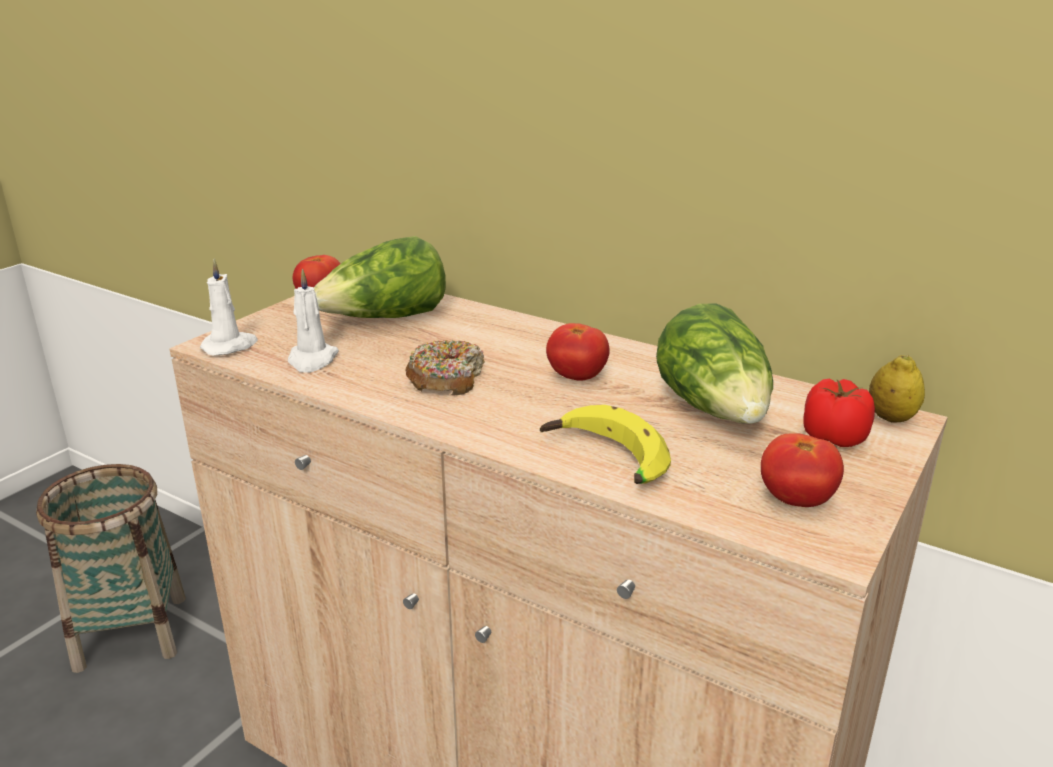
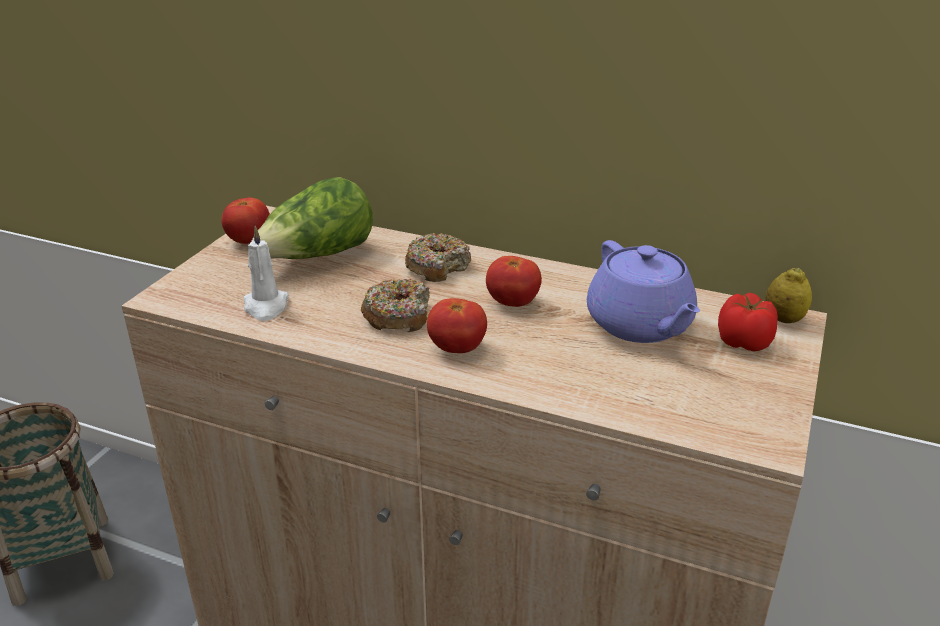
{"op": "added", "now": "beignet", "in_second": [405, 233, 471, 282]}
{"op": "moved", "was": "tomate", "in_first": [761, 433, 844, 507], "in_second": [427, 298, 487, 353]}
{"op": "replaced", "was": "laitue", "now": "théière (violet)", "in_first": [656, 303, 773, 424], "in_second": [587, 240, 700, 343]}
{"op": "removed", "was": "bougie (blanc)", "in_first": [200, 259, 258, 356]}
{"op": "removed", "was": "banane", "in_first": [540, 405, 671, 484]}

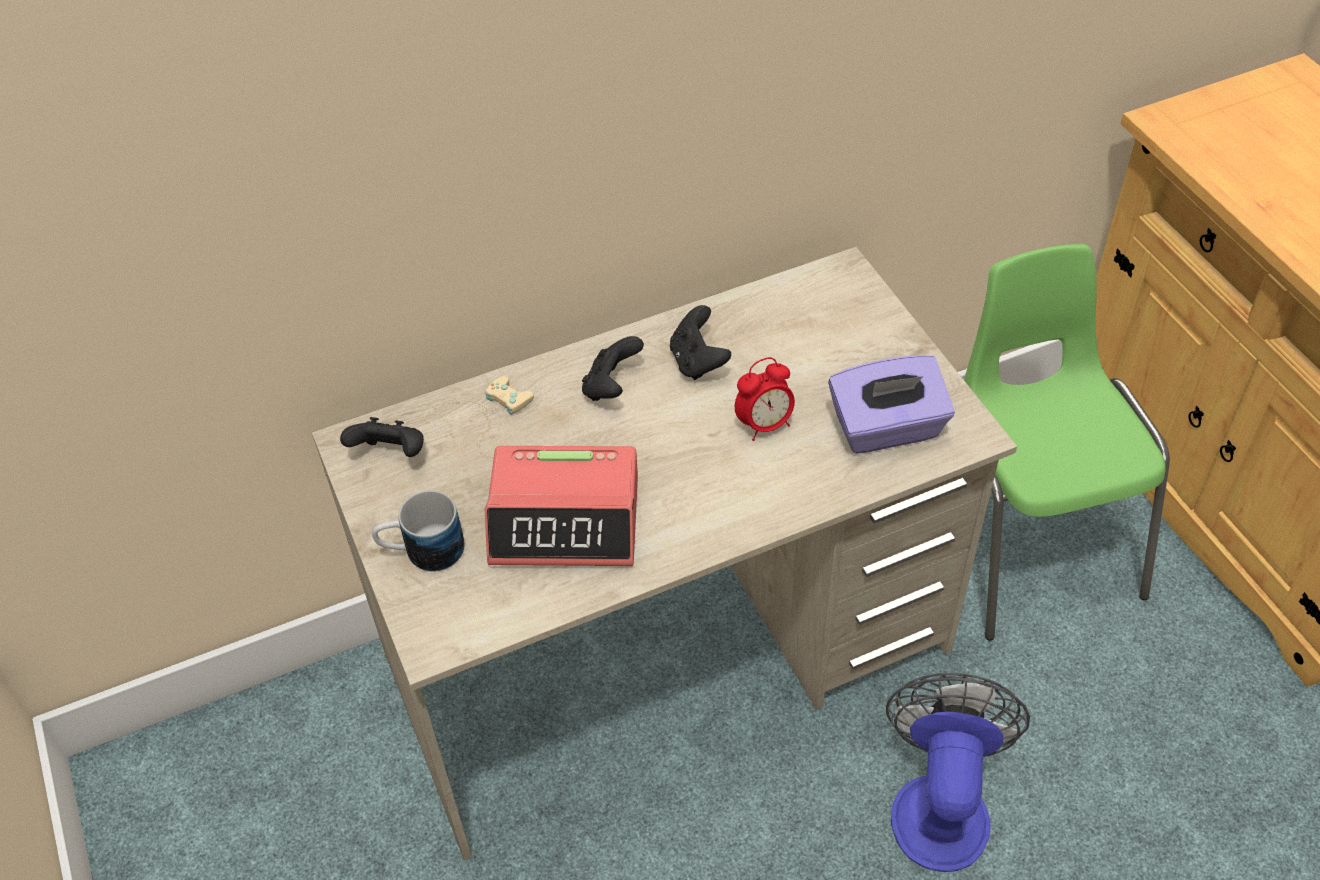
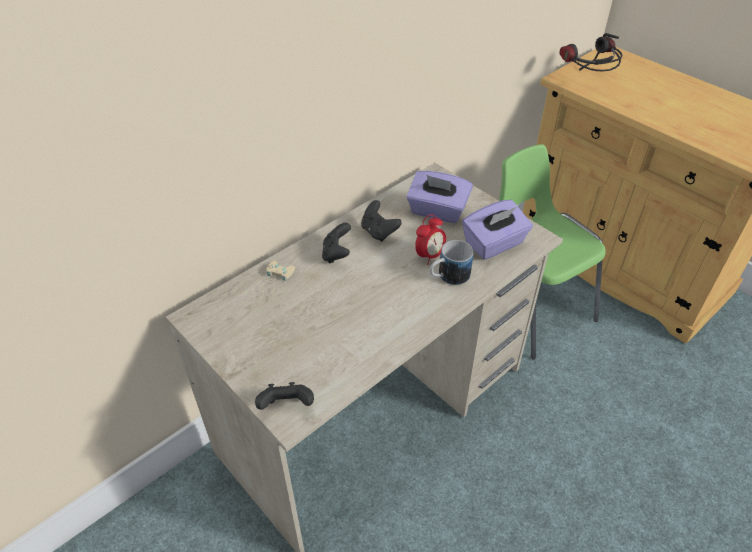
{"op": "moved", "was": "manette (noir)", "in_first": [340, 417, 424, 457], "in_second": [255, 382, 314, 410]}
{"op": "added", "now": "boîte à mouchoirs (violet)", "in_second": [407, 171, 473, 223]}
{"op": "moved", "was": "mug", "in_first": [372, 490, 465, 572], "in_second": [430, 240, 473, 285]}
{"op": "added", "now": "casque audio", "in_second": [559, 33, 623, 72]}
{"op": "removed", "was": "réveil", "in_first": [485, 446, 638, 566]}
{"op": "removed", "was": "ventilateur", "in_first": [886, 673, 1030, 872]}

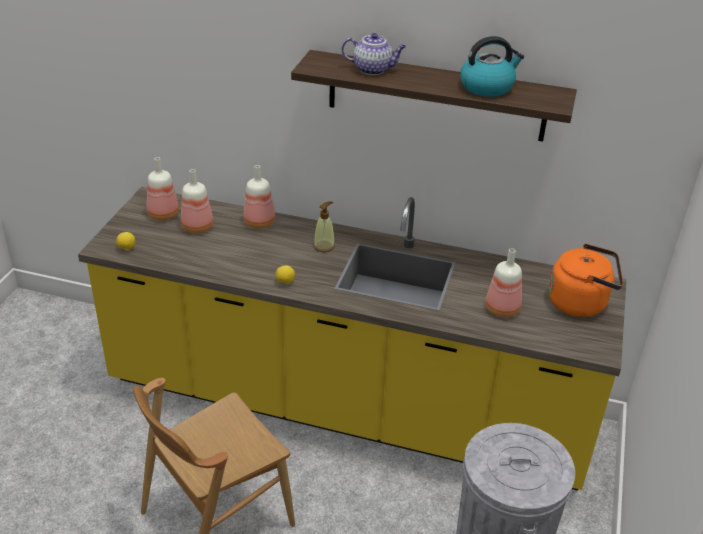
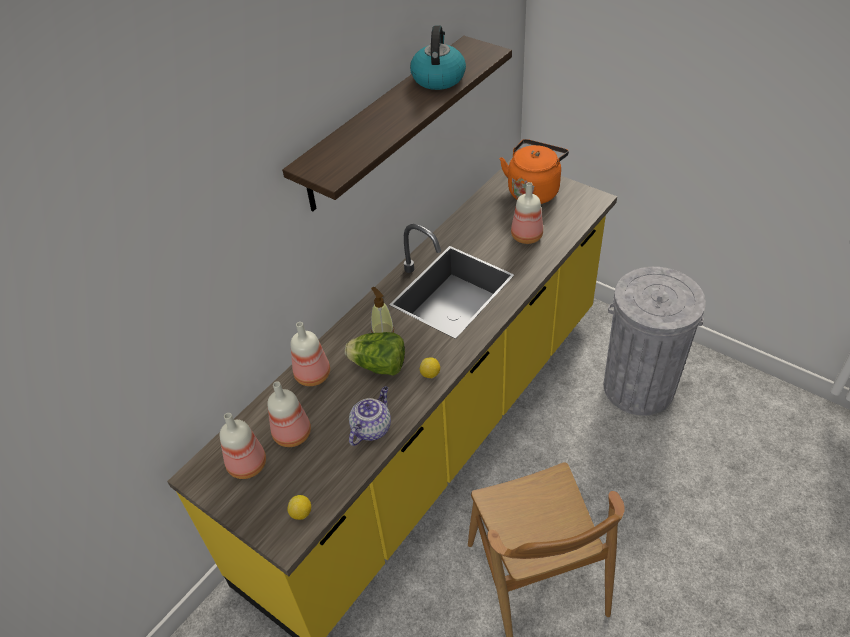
{"op": "added", "now": "laitue", "in_second": [345, 332, 405, 376]}
{"op": "moved", "was": "théière", "in_first": [341, 33, 406, 75], "in_second": [349, 386, 391, 446]}

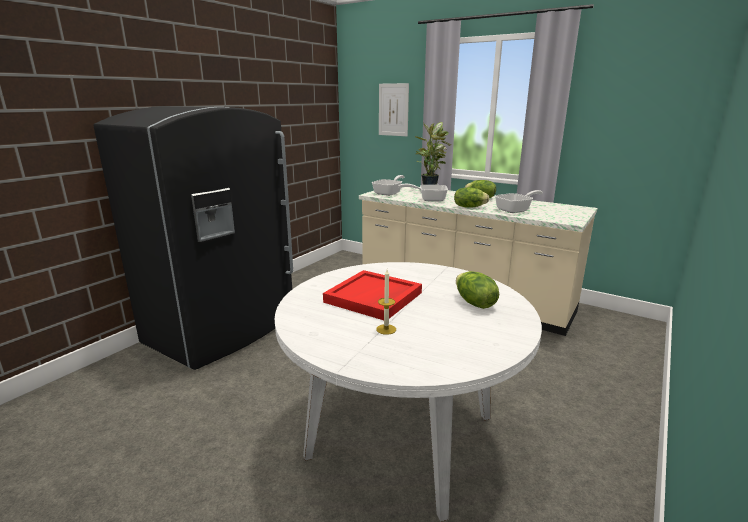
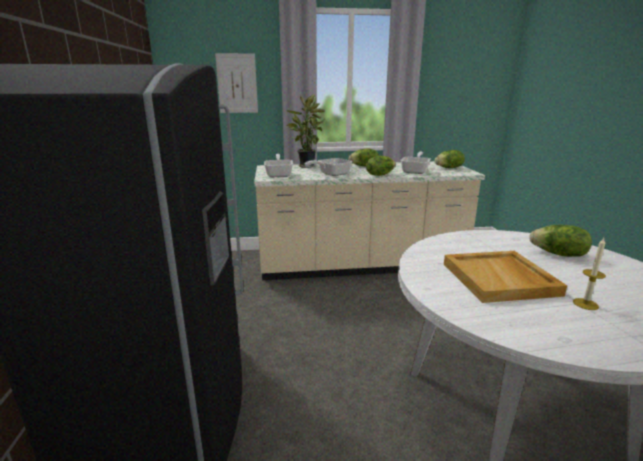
{"op": "added", "now": "laitue", "in_second": [434, 150, 465, 168]}
{"op": "recoloured", "was": "plateau (rouge)", "now": "plateau (beige)", "in_first": [323, 270, 422, 320], "in_second": [444, 251, 567, 303]}

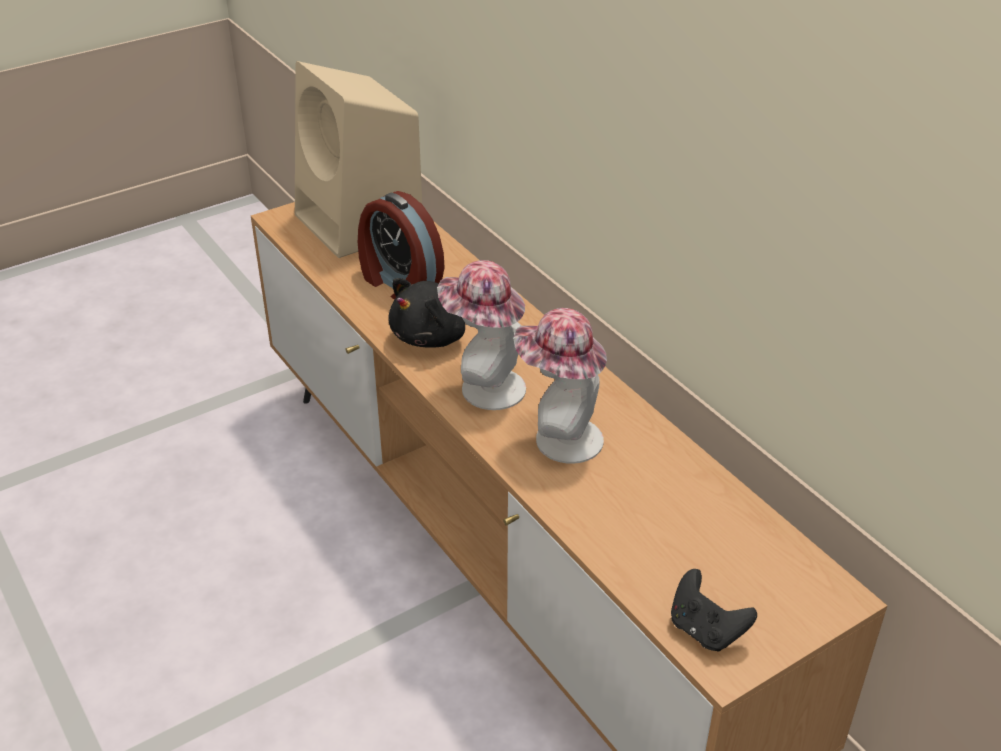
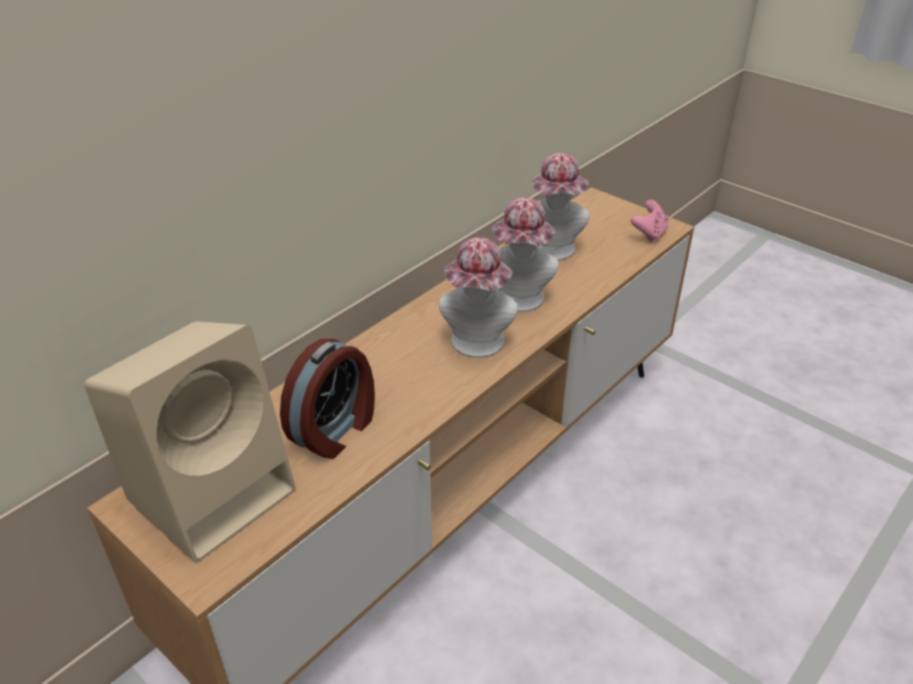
{"op": "added", "now": "chapeau", "in_second": [530, 153, 590, 261]}
{"op": "recoloured", "was": "manette (noir)", "now": "manette (rose)", "in_first": [671, 569, 757, 652], "in_second": [631, 200, 669, 242]}
{"op": "removed", "was": "peluche (noir)", "in_first": [388, 278, 466, 348]}

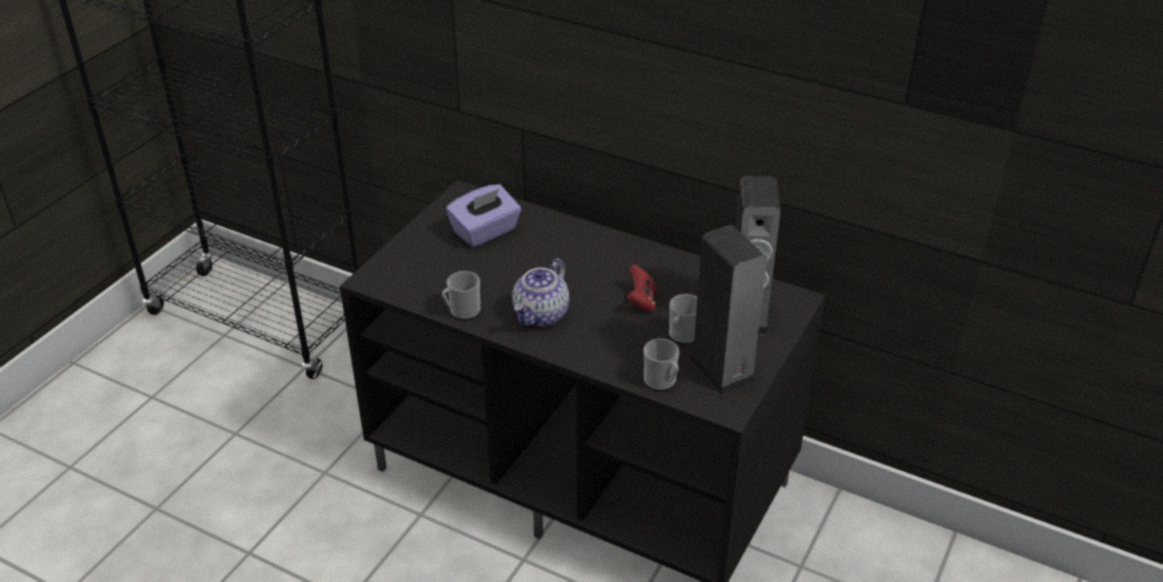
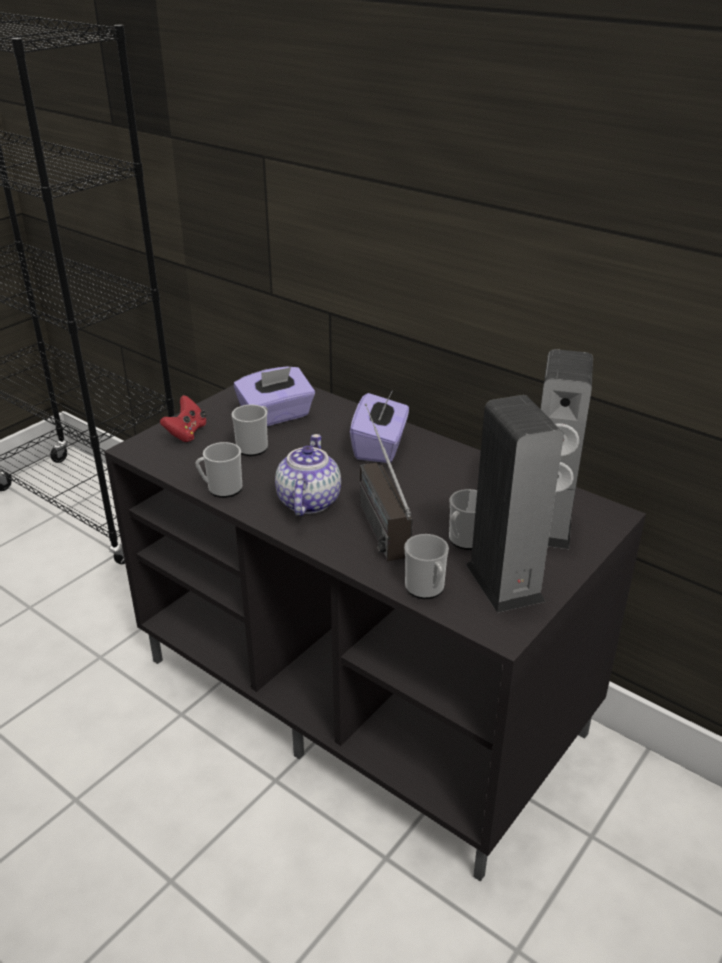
{"op": "moved", "was": "manette (rouge)", "in_first": [627, 265, 658, 312], "in_second": [160, 395, 206, 442]}
{"op": "added", "now": "mug", "in_second": [232, 405, 268, 456]}
{"op": "turned", "was": "théière", "in_first": [512, 258, 569, 327], "in_second": [275, 434, 341, 516], "clockwise": 150}
{"op": "added", "now": "boîte à mouchoirs (violet)", "in_second": [350, 390, 409, 463]}
{"op": "added", "now": "radio", "in_second": [359, 404, 413, 561]}

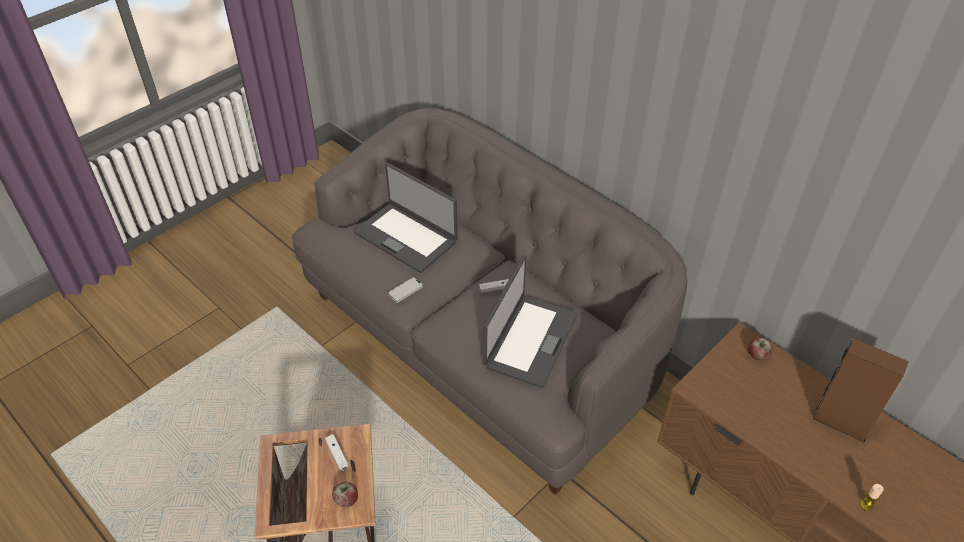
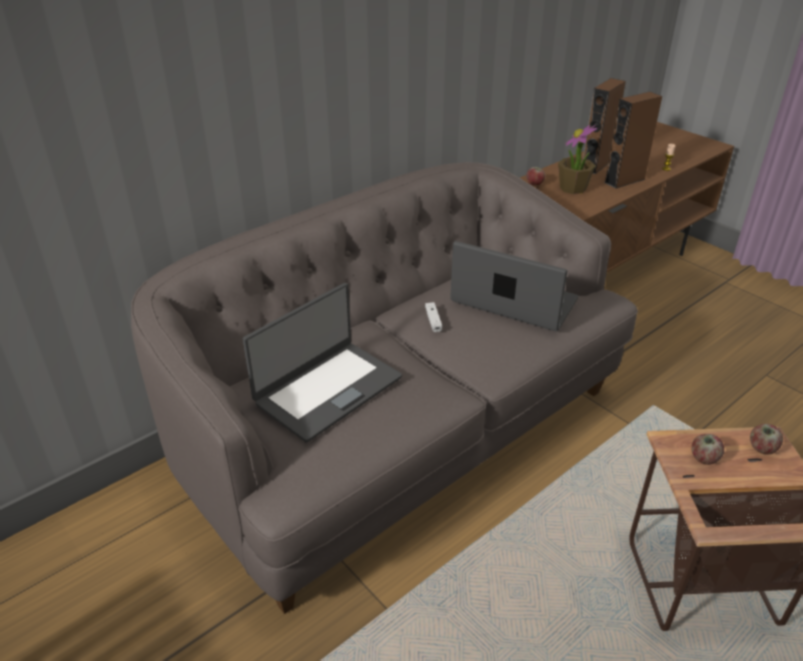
{"op": "added", "now": "plante en pot", "in_second": [558, 125, 597, 194]}
{"op": "added", "now": "enceinte (marron)", "in_second": [604, 92, 662, 189]}
{"op": "replaced", "was": "manette (blanc)", "now": "pomme", "in_first": [325, 434, 349, 471], "in_second": [692, 434, 724, 465]}
{"op": "removed", "was": "téléphone", "in_first": [388, 277, 423, 303]}

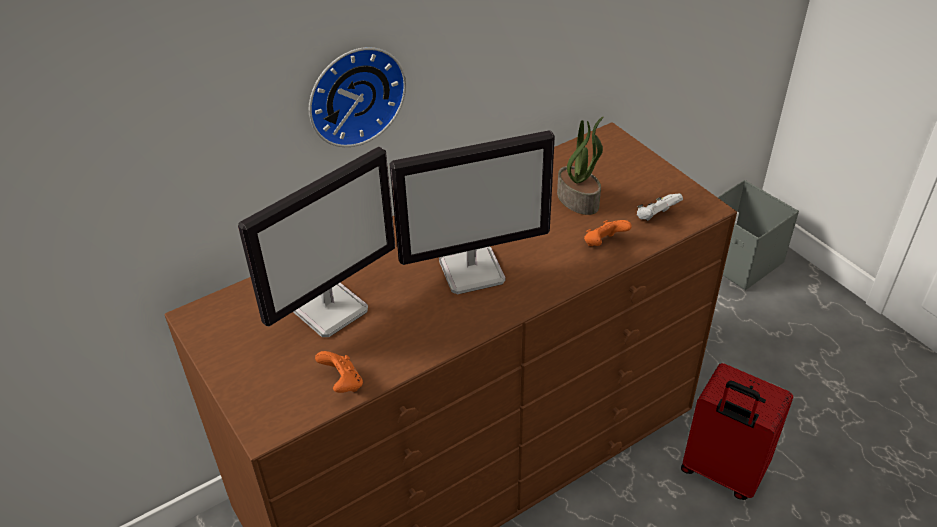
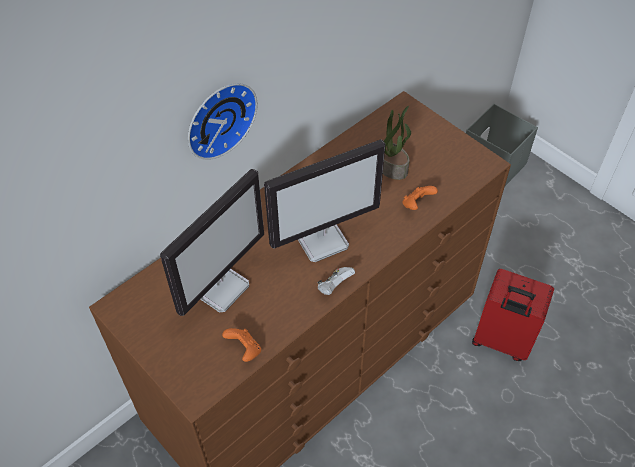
{"op": "moved", "was": "manette (blanc)", "in_first": [637, 193, 683, 221], "in_second": [318, 267, 355, 295]}

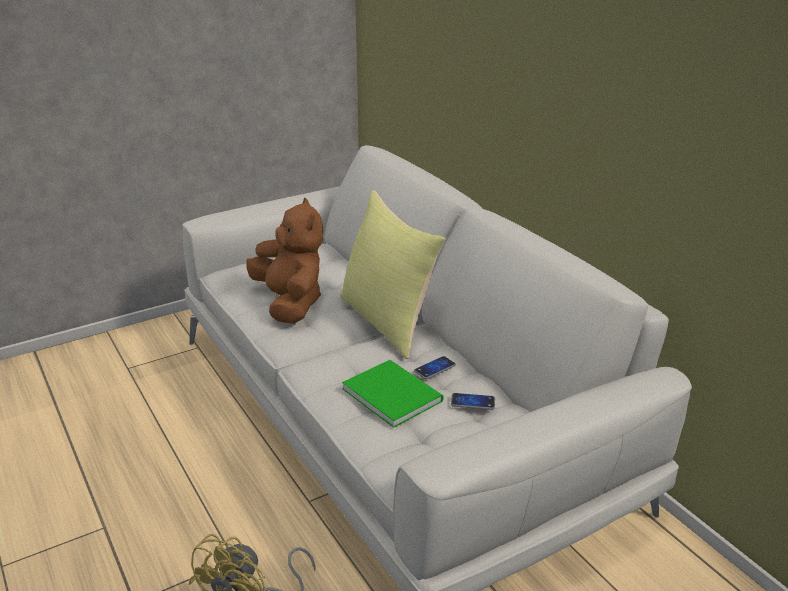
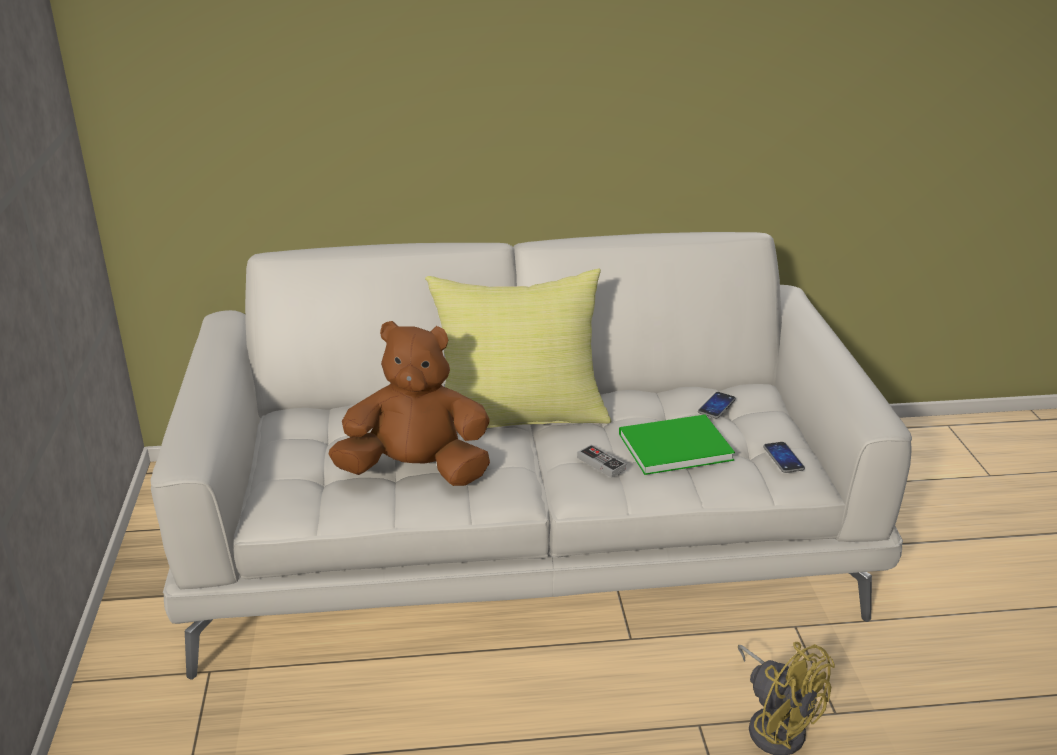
{"op": "added", "now": "manette", "in_second": [577, 444, 626, 478]}
{"op": "moved", "was": "téléphone", "in_first": [414, 356, 456, 379], "in_second": [763, 442, 805, 473]}

